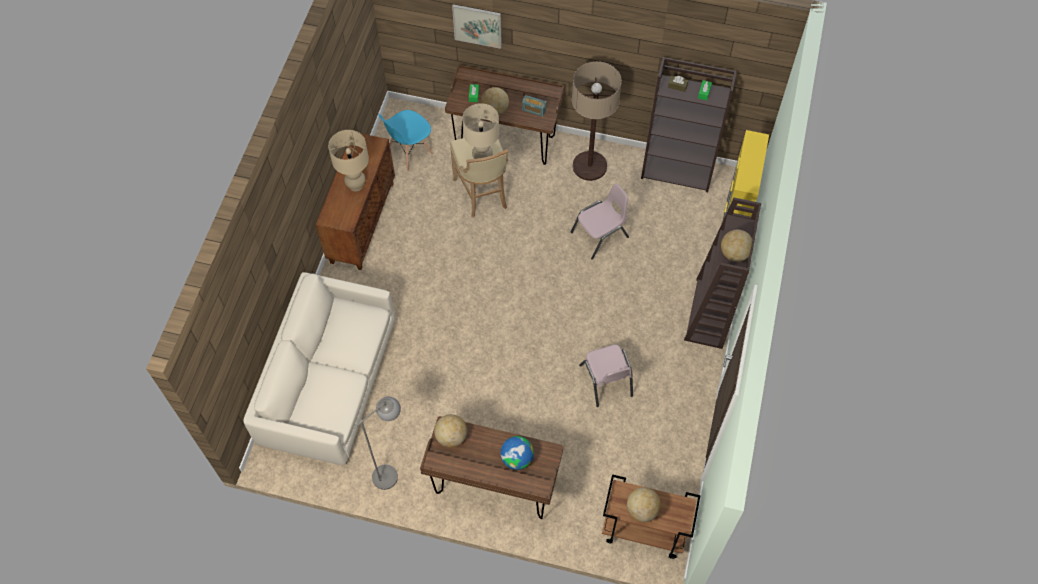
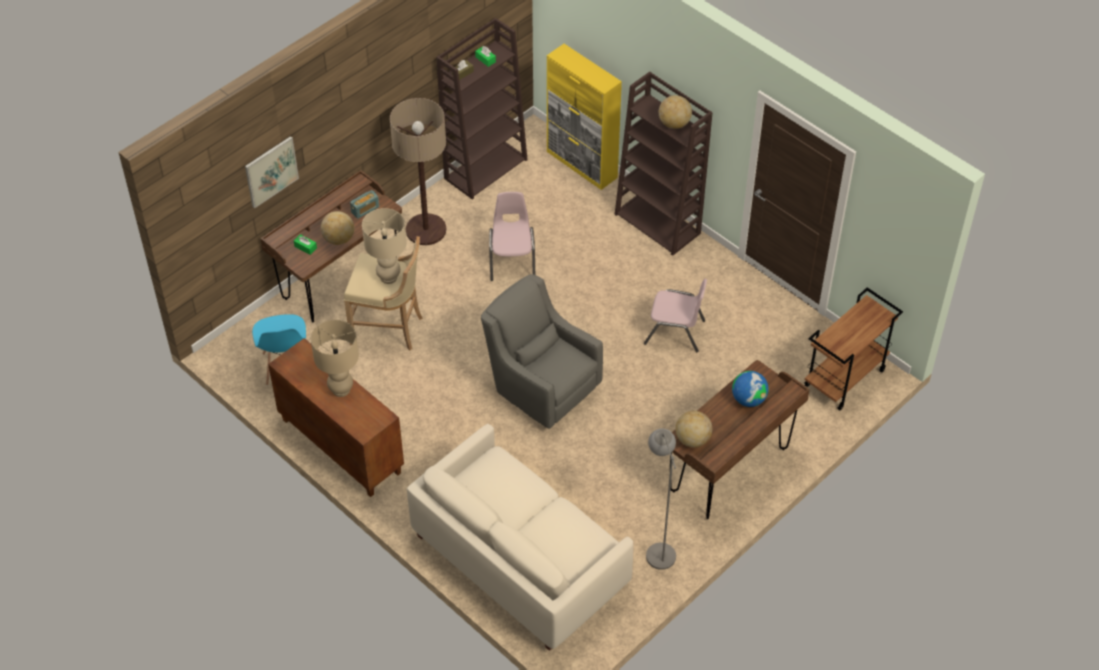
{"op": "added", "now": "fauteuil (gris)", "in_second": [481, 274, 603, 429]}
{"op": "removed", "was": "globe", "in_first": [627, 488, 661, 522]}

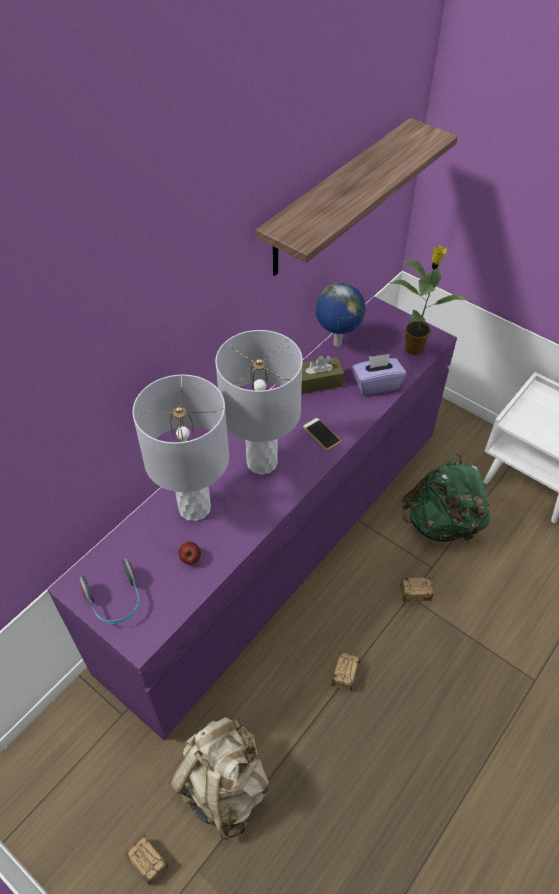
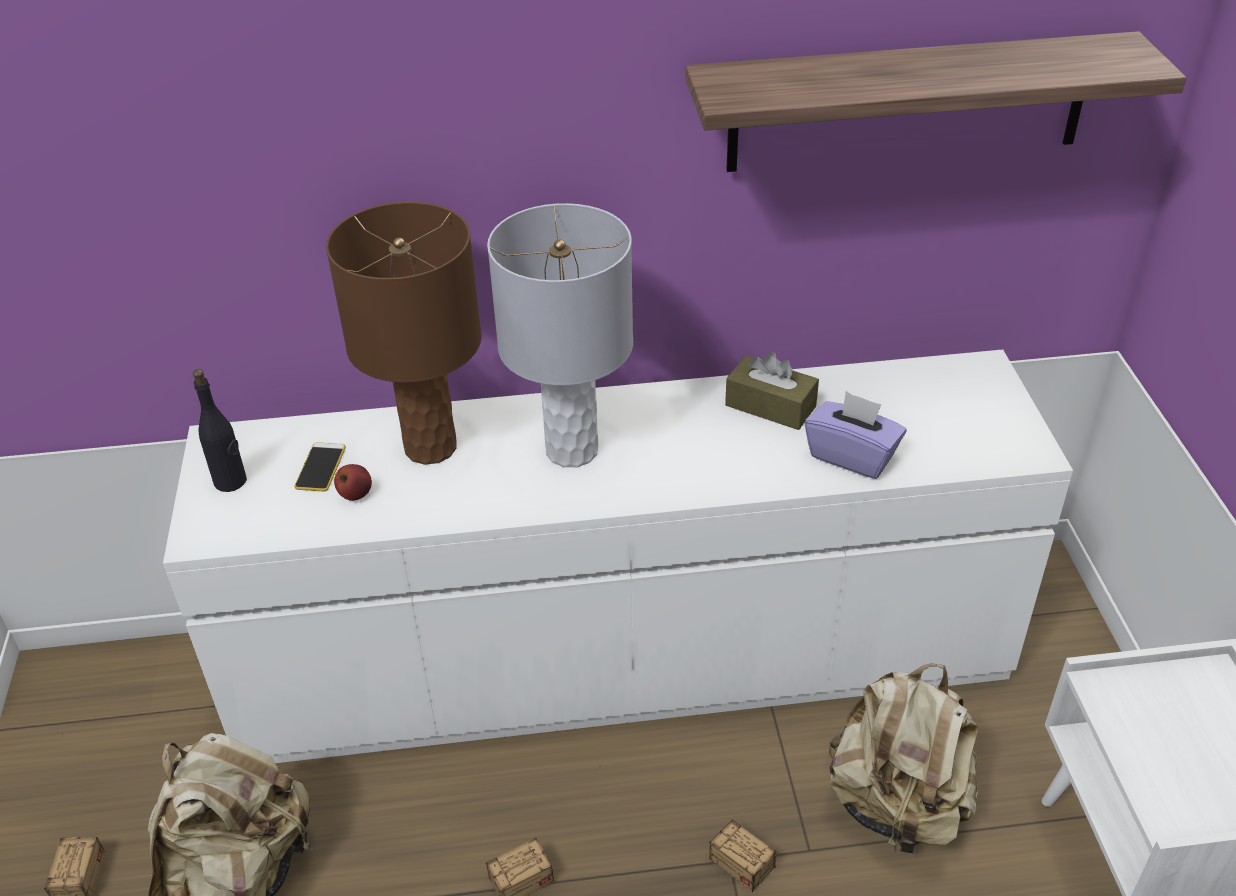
{"op": "recoloured", "was": "commode (violet)", "now": "commode (blanc)", "in_first": [47, 296, 457, 740], "in_second": [163, 350, 1073, 763]}
{"op": "replaced", "was": "casque audio", "now": "bouteille (noir)", "in_first": [79, 559, 139, 624], "in_second": [193, 369, 247, 492]}
{"op": "moved", "was": "téléphone", "in_first": [303, 418, 341, 450], "in_second": [294, 442, 346, 492]}
{"op": "recoloured", "was": "lampe de table (gris)", "now": "lampe de table (marron)", "in_first": [132, 374, 229, 521], "in_second": [326, 202, 481, 465]}
{"op": "recoloured", "was": "sac à dos (vert)", "now": "sac à dos (beige)", "in_first": [402, 453, 490, 545], "in_second": [829, 663, 979, 855]}
{"op": "removed", "was": "globe", "in_first": [315, 283, 366, 347]}
{"op": "removed", "was": "plante en pot", "in_first": [389, 245, 468, 355]}

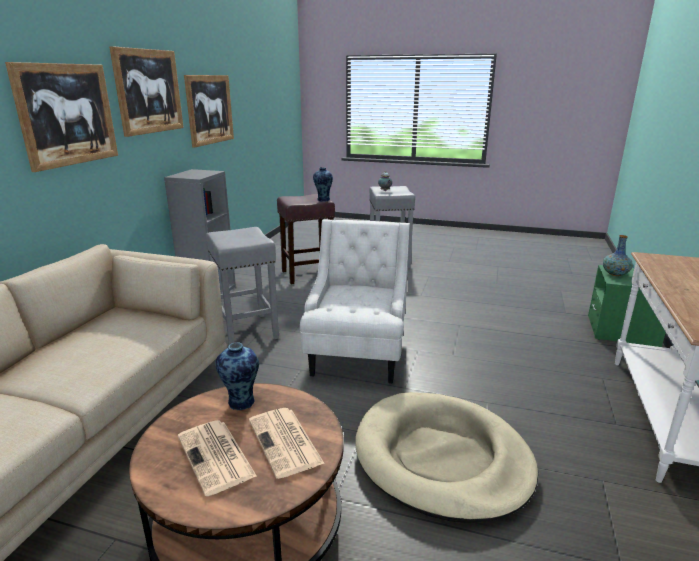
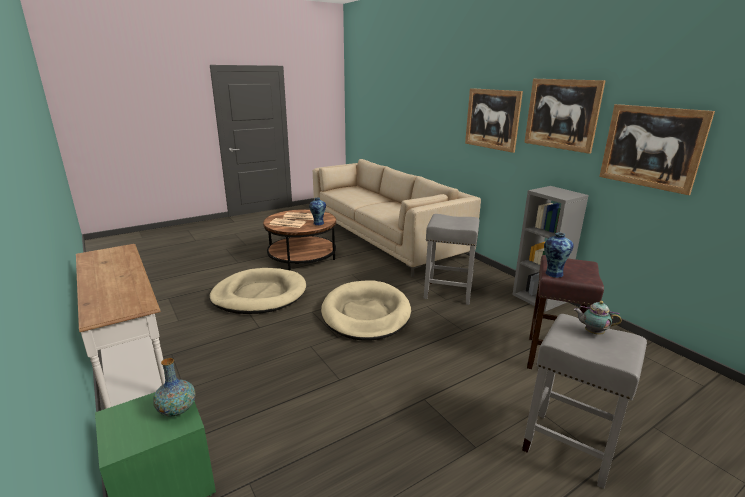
{"op": "replaced", "was": "fauteuil (blanc)", "now": "panier pour chien (beige)", "in_first": [300, 219, 410, 383], "in_second": [321, 280, 411, 341]}

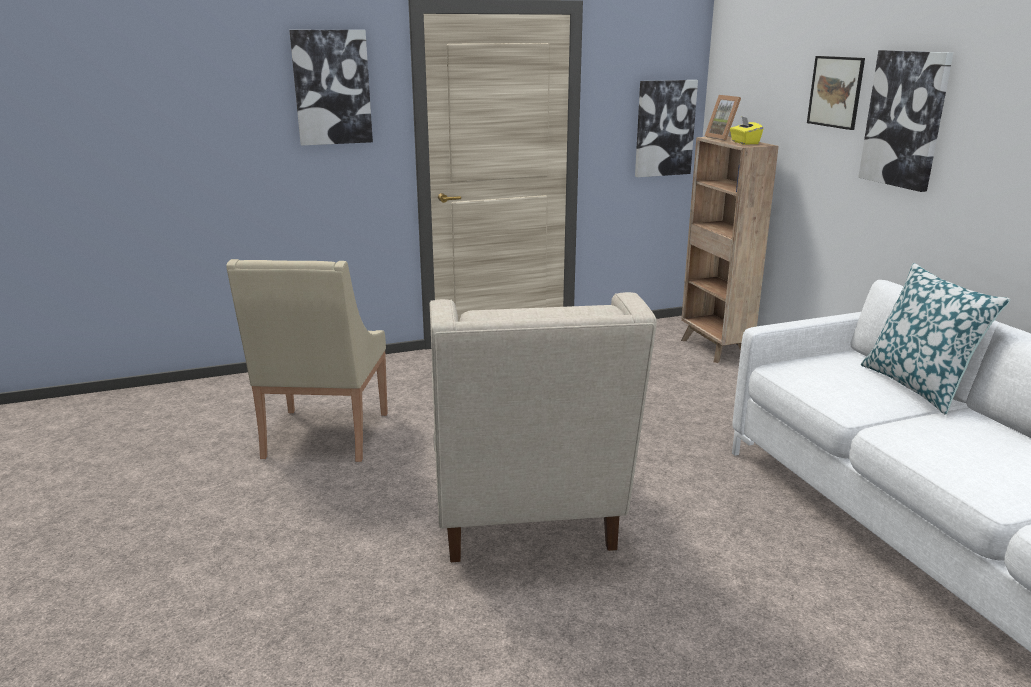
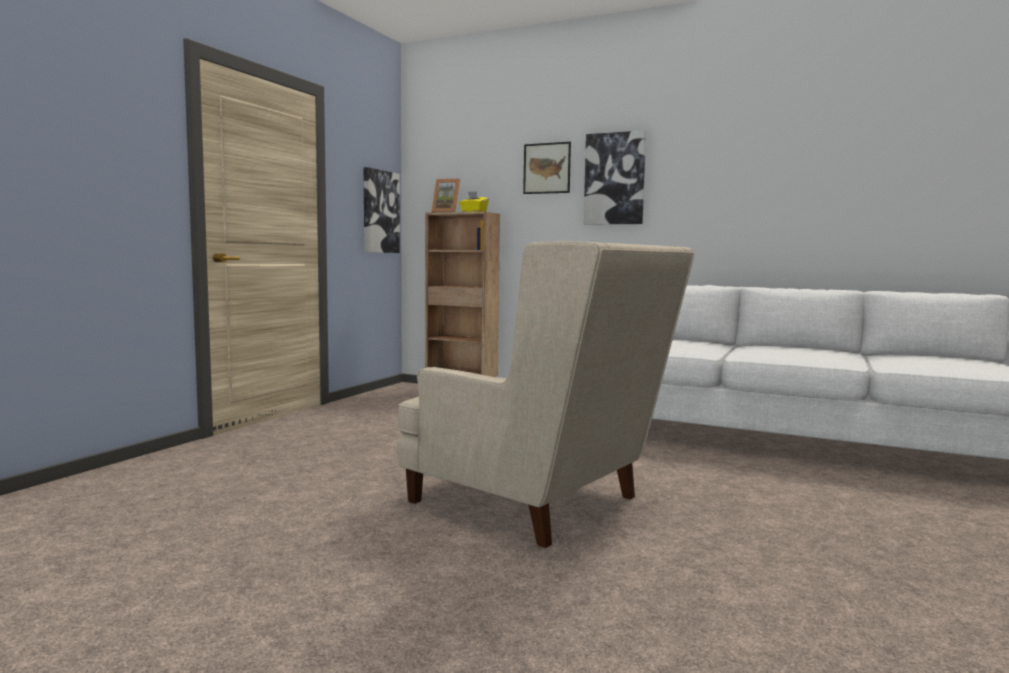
{"op": "removed", "was": "fauteuil (beige)", "in_first": [226, 259, 388, 462]}
{"op": "removed", "was": "tableau", "in_first": [289, 30, 373, 146]}
{"op": "removed", "was": "coussin", "in_first": [861, 263, 1010, 415]}

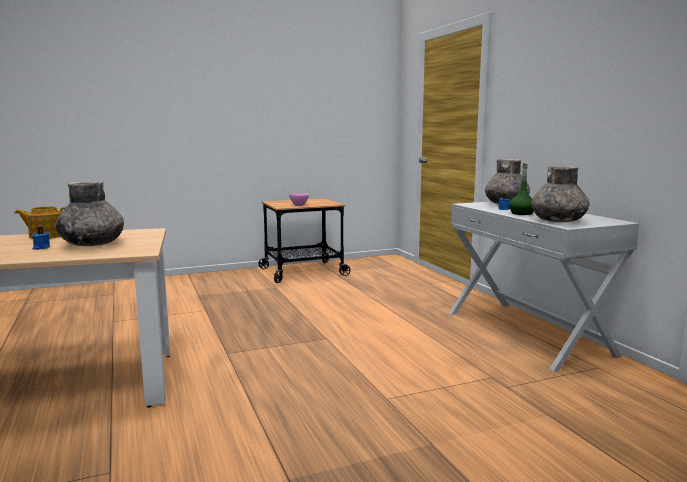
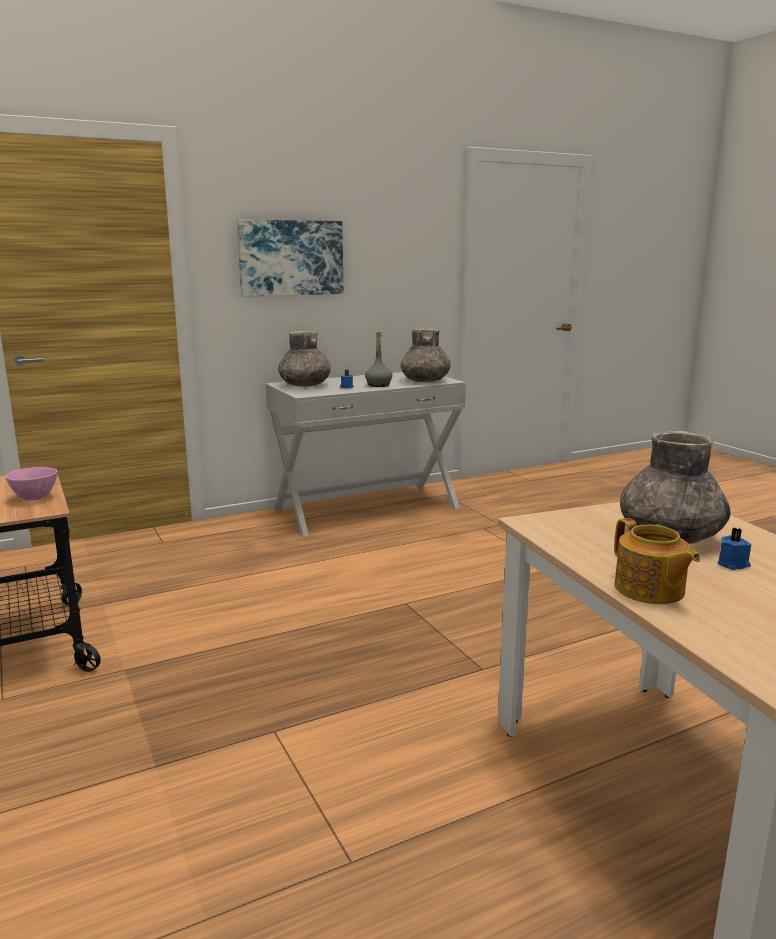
{"op": "added", "now": "tableau", "in_second": [237, 219, 344, 297]}
{"op": "recoloured", "was": "bouteille (vert)", "now": "bouteille (gris)", "in_first": [509, 163, 534, 215], "in_second": [365, 332, 392, 387]}

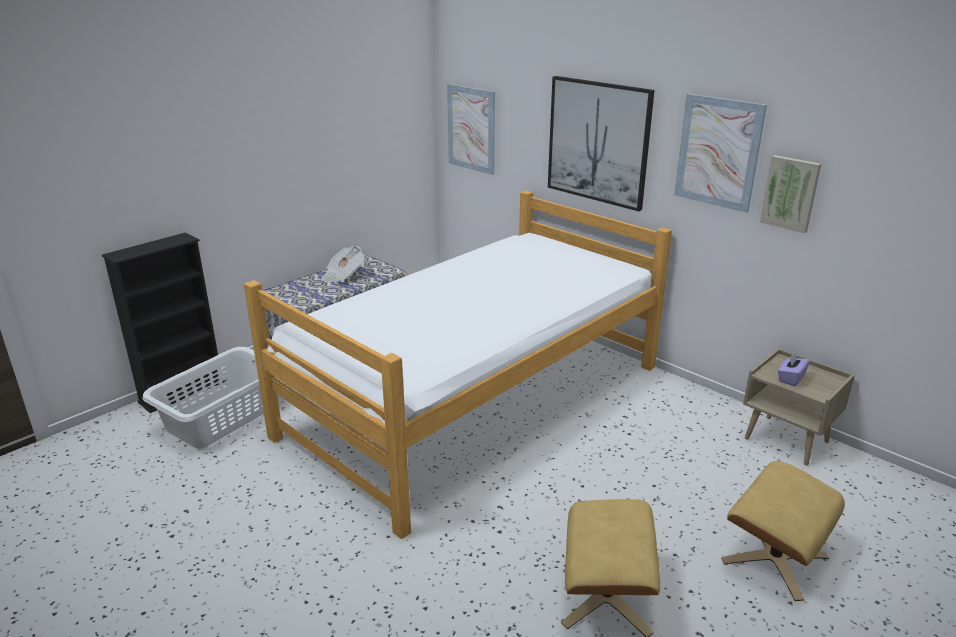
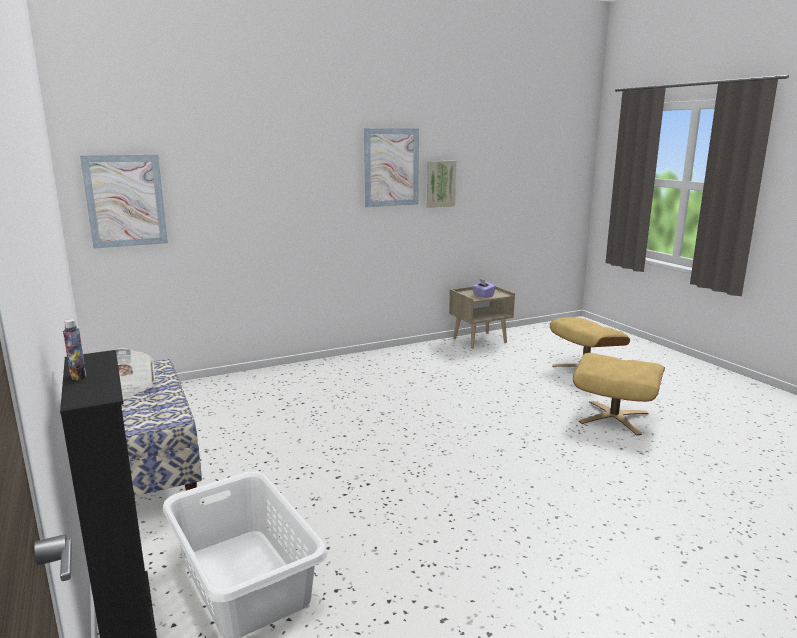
{"op": "added", "now": "bouteille", "in_second": [63, 319, 86, 380]}
{"op": "removed", "was": "lit", "in_first": [244, 190, 672, 539]}
{"op": "removed", "was": "tableau", "in_first": [548, 76, 654, 211]}

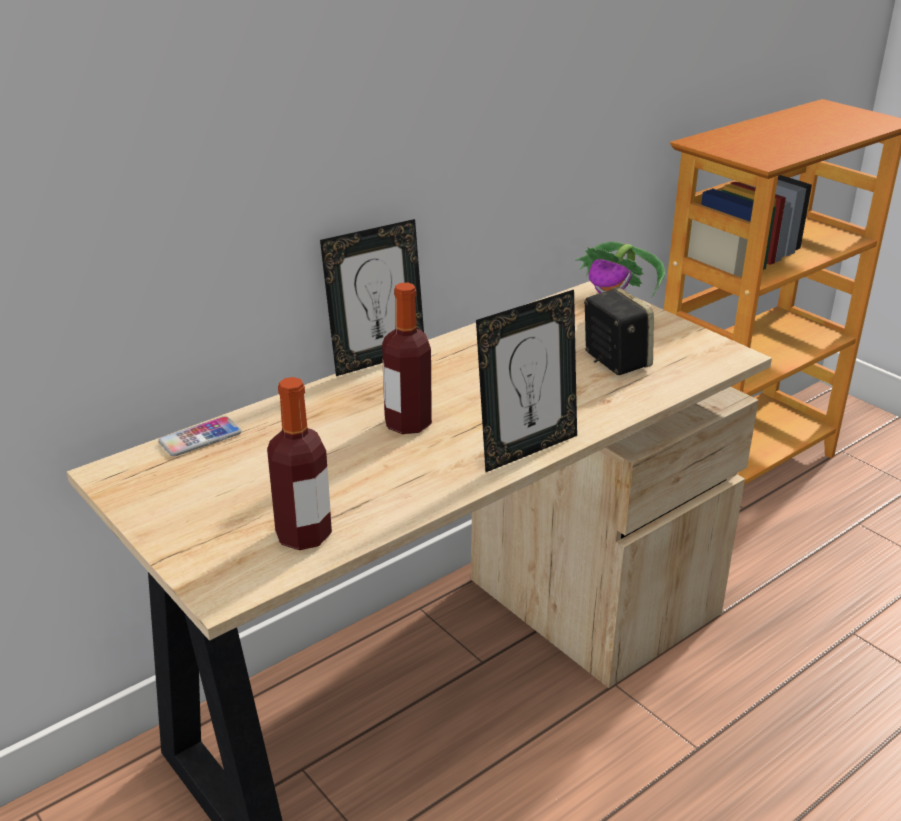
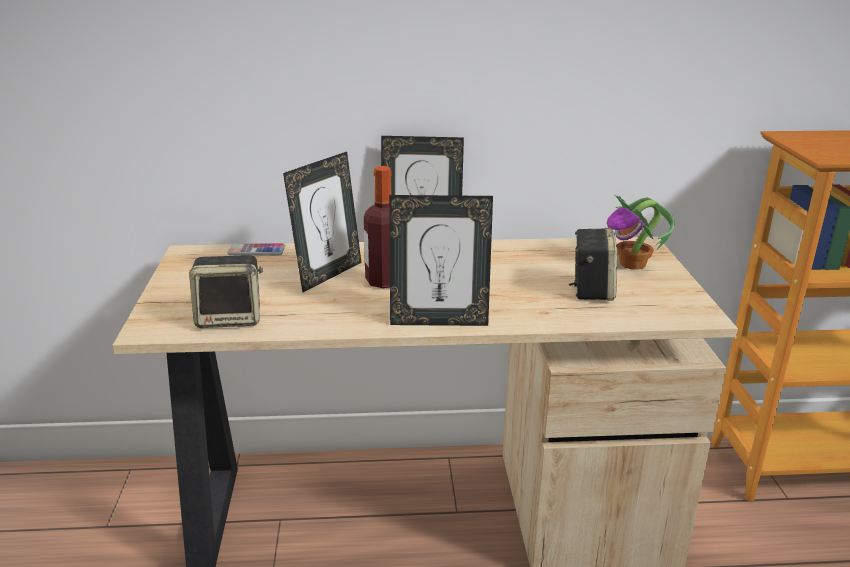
{"op": "replaced", "was": "bouteille", "now": "enceinte", "in_first": [267, 377, 332, 550], "in_second": [189, 255, 263, 328]}
{"op": "added", "now": "cadre photo", "in_second": [283, 152, 362, 292]}

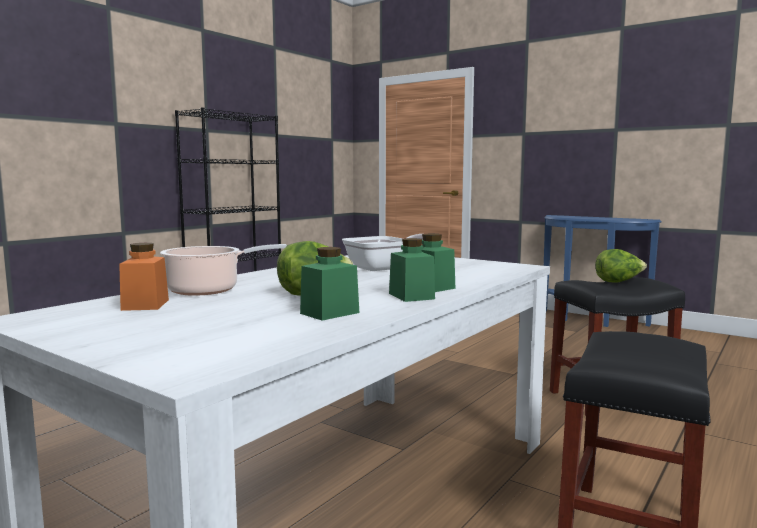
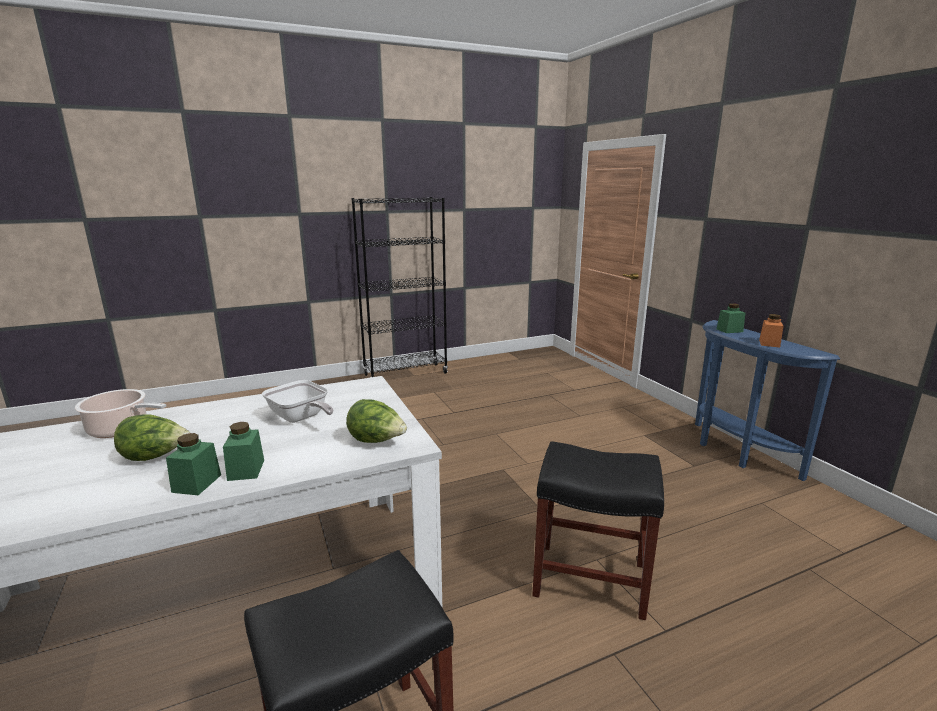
{"op": "turned", "was": "poêle", "in_first": [342, 234, 423, 271], "in_second": [262, 380, 333, 423], "clockwise": 45}
{"op": "moved", "was": "laitue", "in_first": [595, 249, 647, 283], "in_second": [346, 399, 407, 443]}
{"op": "moved", "was": "bocal (vert)", "in_first": [300, 247, 359, 321], "in_second": [717, 303, 745, 333]}
{"op": "moved", "was": "bocal (orange)", "in_first": [119, 243, 169, 311], "in_second": [759, 314, 784, 348]}

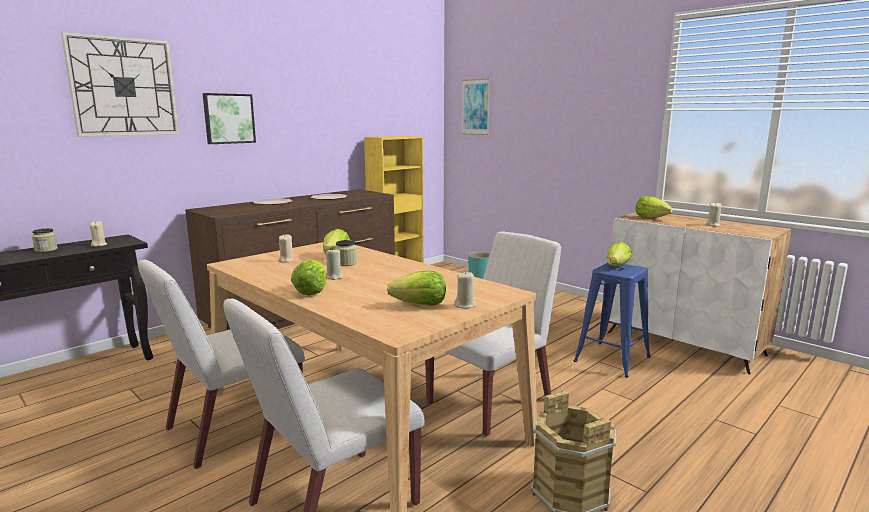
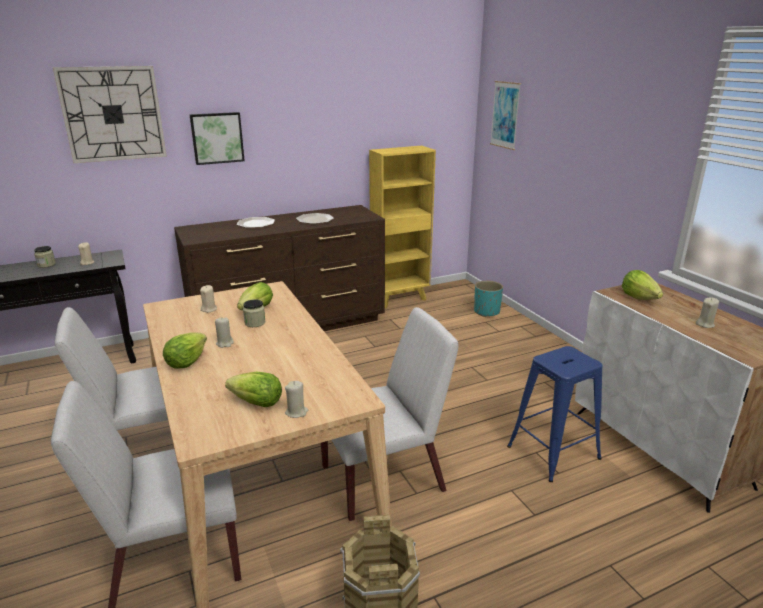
{"op": "removed", "was": "laitue", "in_first": [607, 242, 632, 266]}

